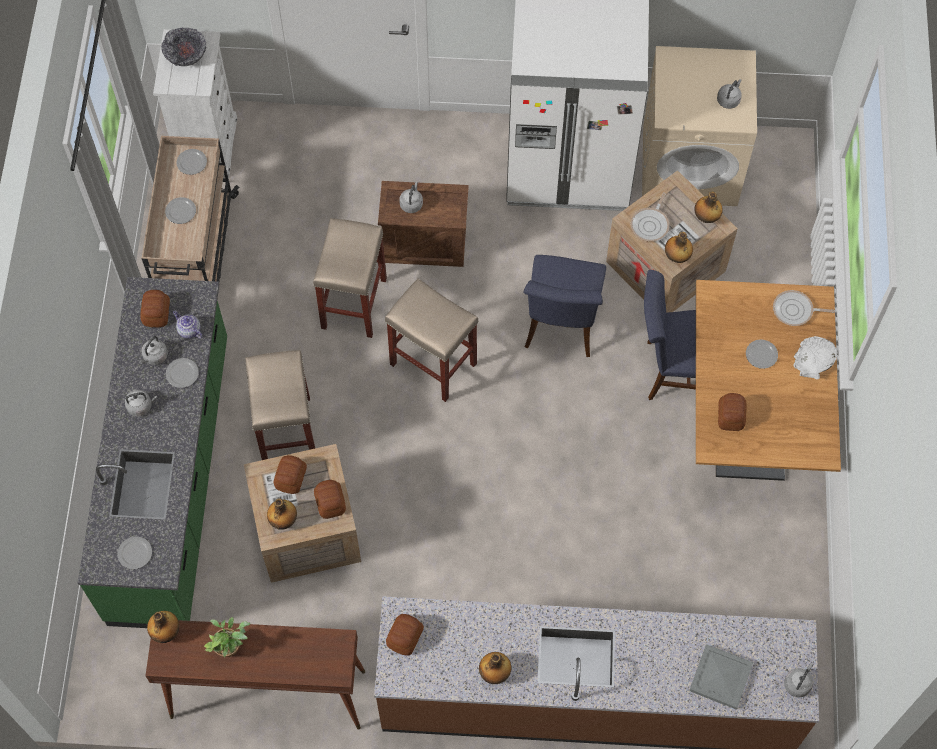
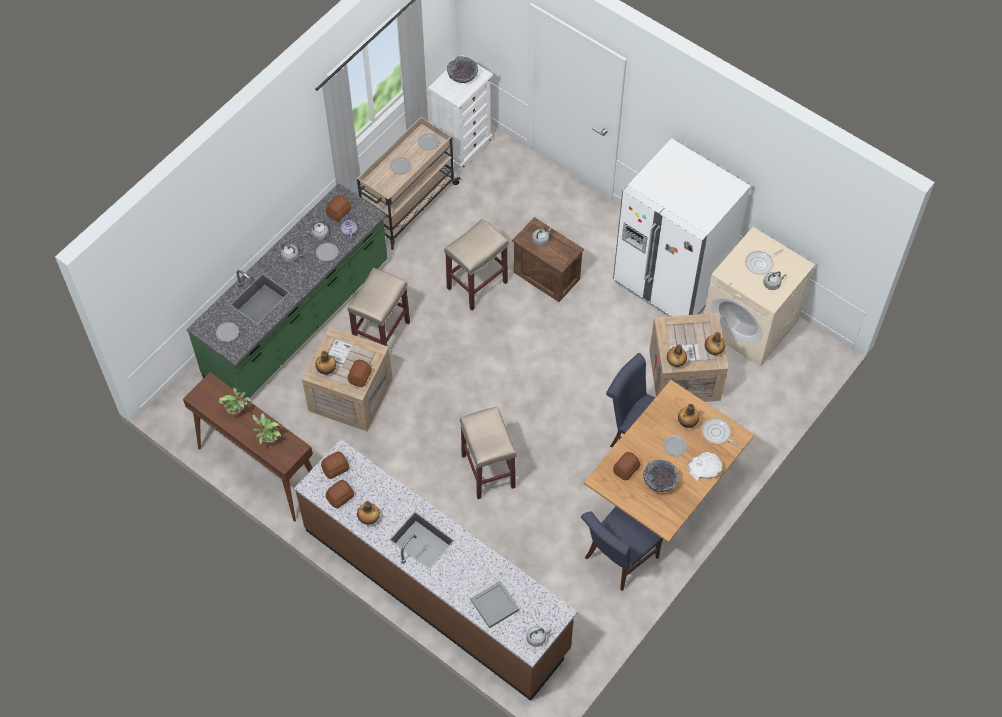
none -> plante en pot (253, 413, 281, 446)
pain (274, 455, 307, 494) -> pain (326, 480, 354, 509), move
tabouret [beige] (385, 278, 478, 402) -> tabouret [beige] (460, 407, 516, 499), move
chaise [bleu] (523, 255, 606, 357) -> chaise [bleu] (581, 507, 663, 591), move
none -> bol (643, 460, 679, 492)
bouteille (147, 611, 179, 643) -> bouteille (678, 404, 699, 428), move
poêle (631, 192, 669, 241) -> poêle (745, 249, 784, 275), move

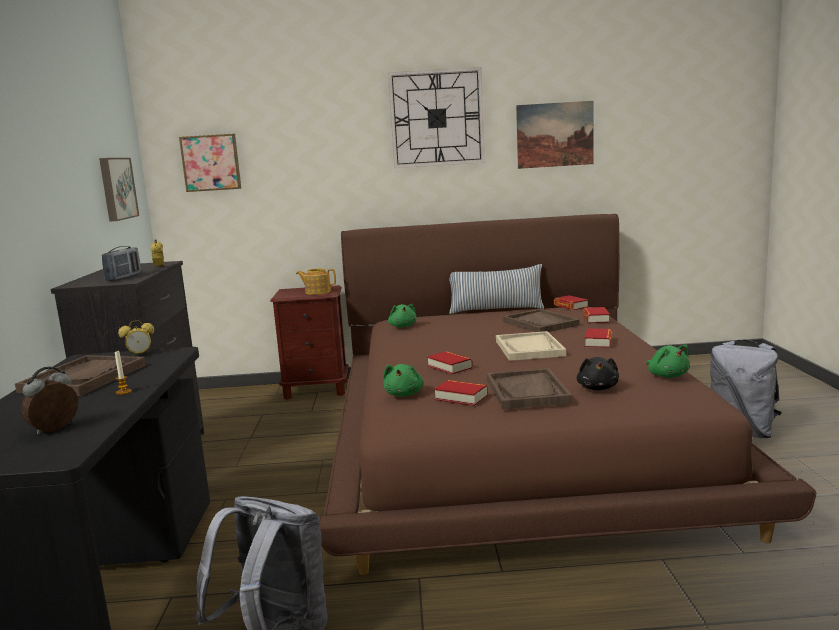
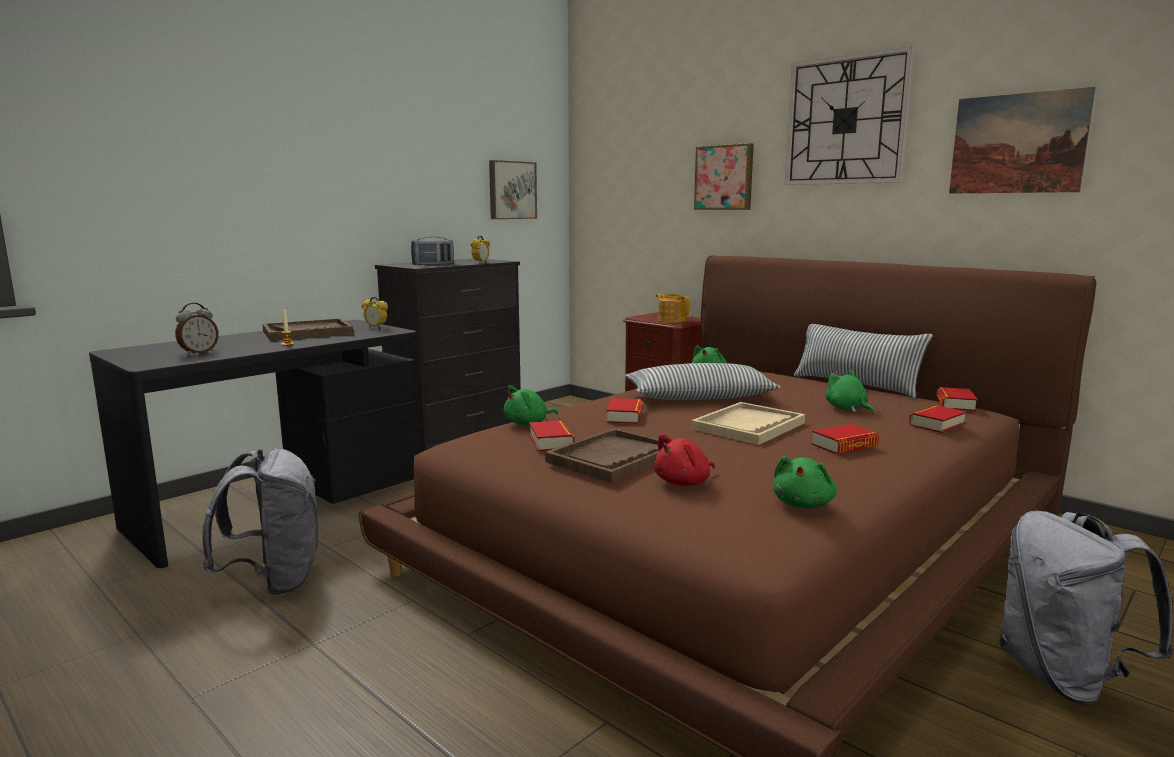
réveil (22, 367, 78, 435) -> réveil (175, 303, 219, 355), 135 degrees clockwise
none -> coussin (625, 363, 781, 400)
peluche [noir] (577, 357, 619, 390) -> peluche [rouge] (654, 434, 715, 486)
tableau (179, 134, 241, 192) -> tableau (694, 143, 754, 210), move
plateau [marron] (503, 309, 580, 332) -> peluche [vert] (825, 370, 875, 414)

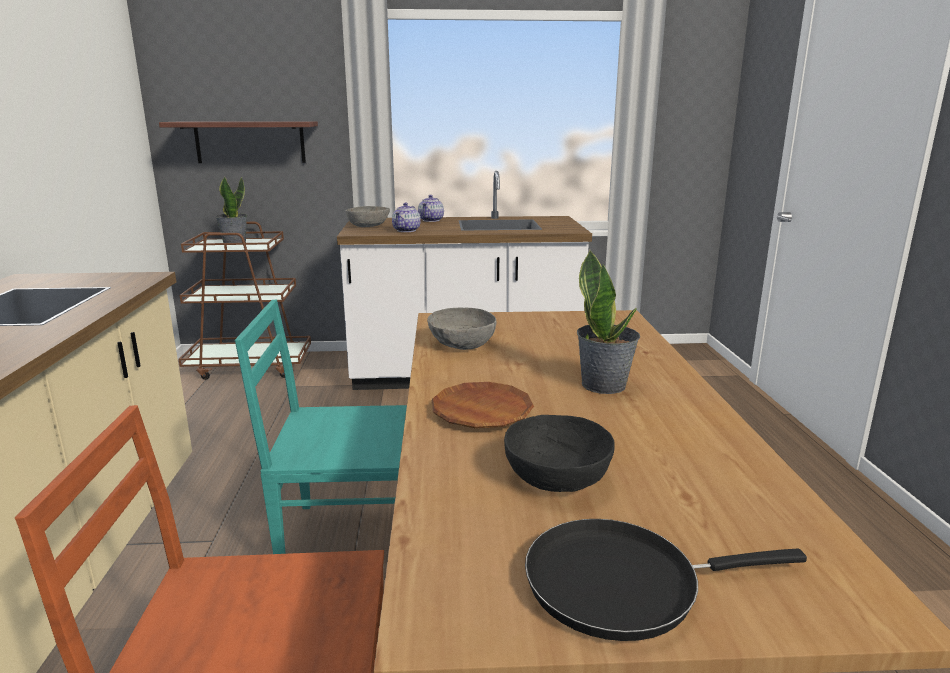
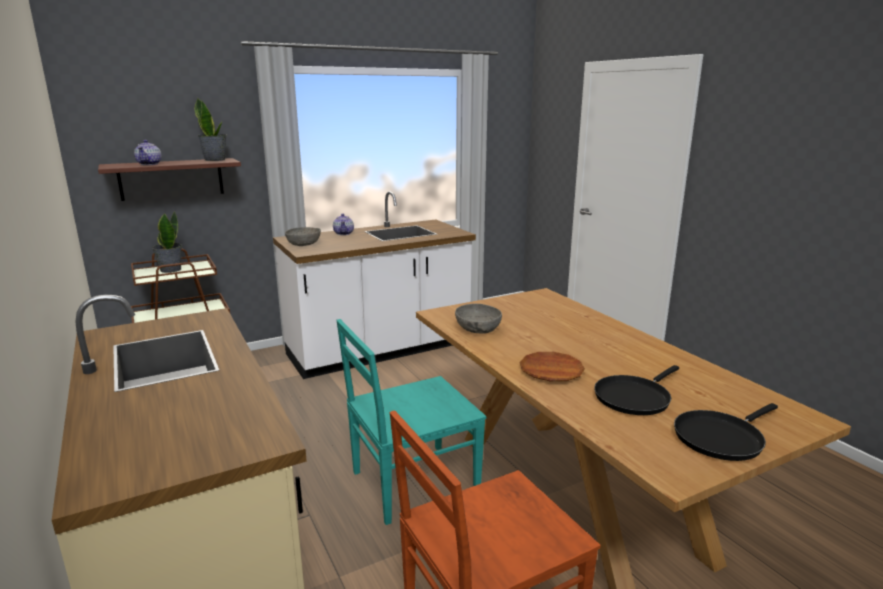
théière (392, 202, 421, 232) -> théière (134, 140, 162, 165), move
plante en pot (577, 250, 640, 394) -> plante en pot (195, 98, 226, 161), move
bol [noir] (504, 415, 615, 492) -> poêle [noir] (594, 365, 679, 415)

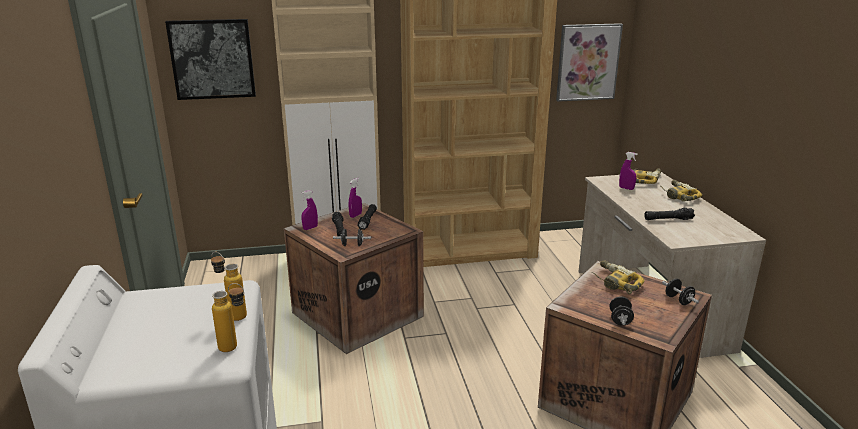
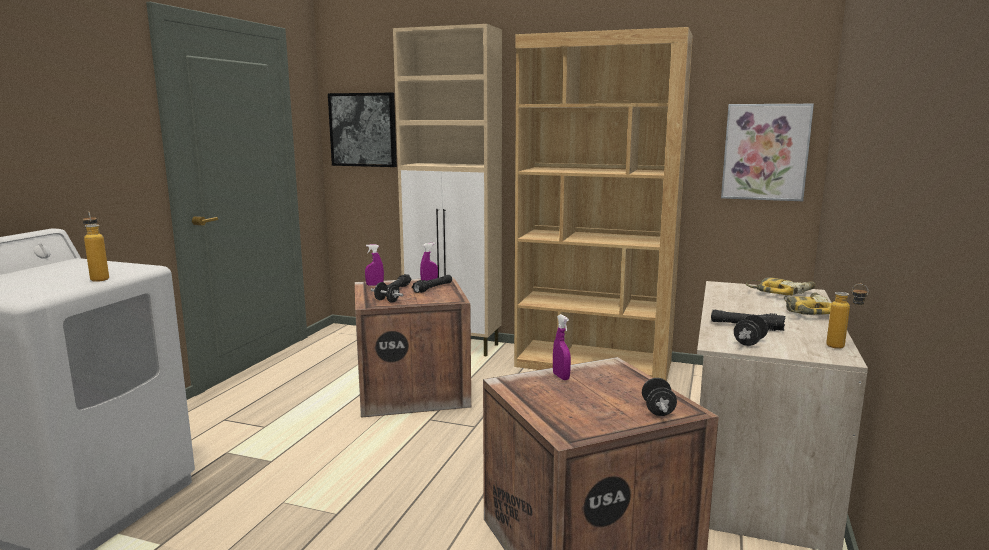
vaporisateur [violet] (619, 152, 638, 190) -> vaporisateur [violet] (553, 314, 571, 380), move
haltère [noir] (609, 297, 634, 325) -> haltère [noir] (734, 315, 768, 346), move
bouteille (212, 283, 244, 352) -> bouteille (826, 284, 868, 349), move
perceuse (592, 260, 644, 294) -> none

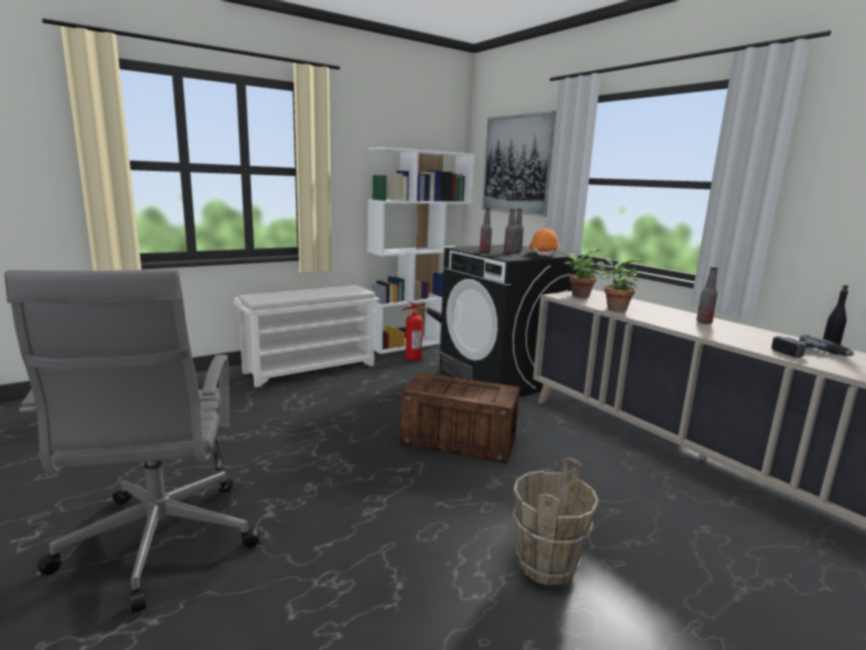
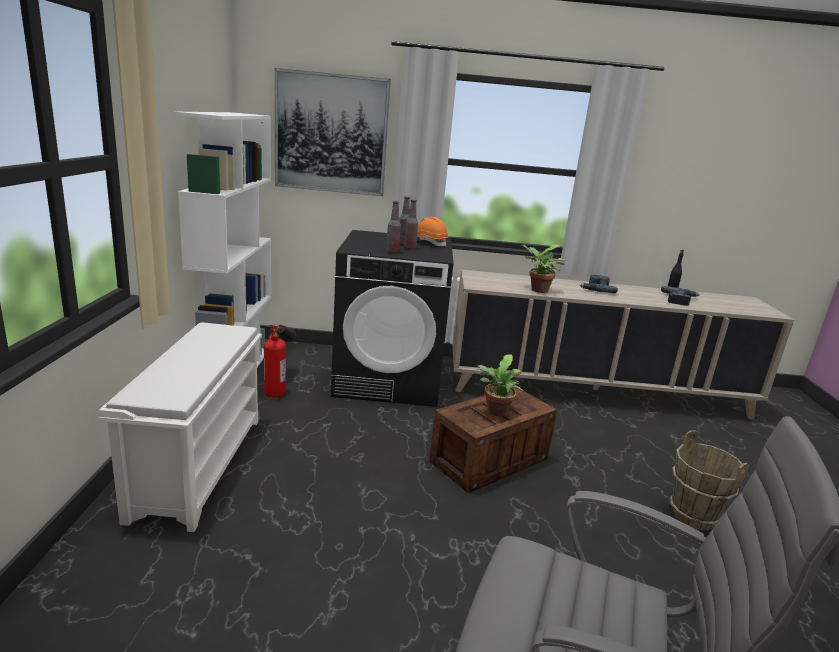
plante en pot (559, 249, 606, 298) -> plante en pot (476, 354, 524, 417), move
bouteille (696, 267, 718, 324) -> perceuse (579, 275, 618, 293)

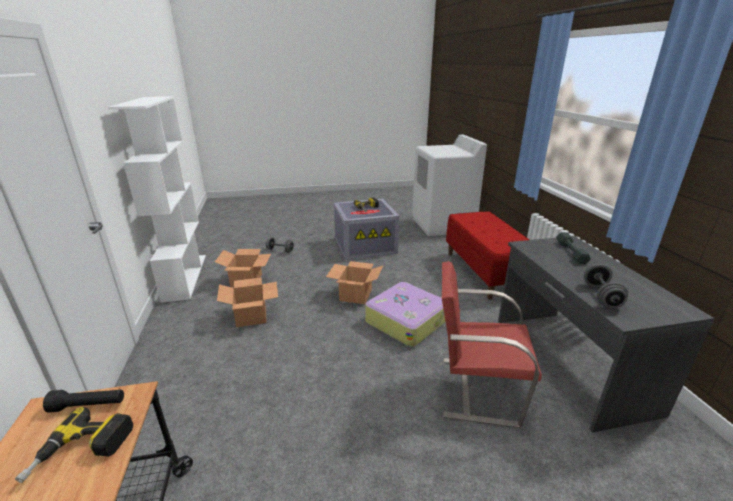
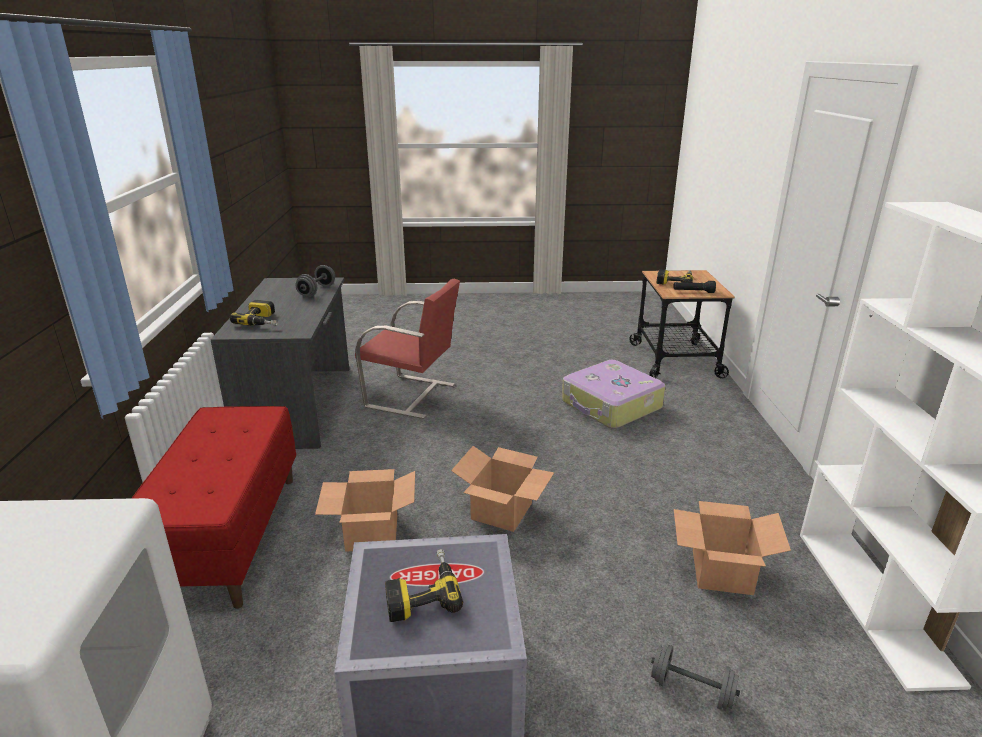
haltère [gris] (556, 232, 591, 264) -> perceuse (230, 300, 278, 326)
carton (217, 278, 278, 327) -> carton (315, 469, 415, 552), move
valise (365, 282, 445, 347) -> valise (562, 360, 666, 428), move

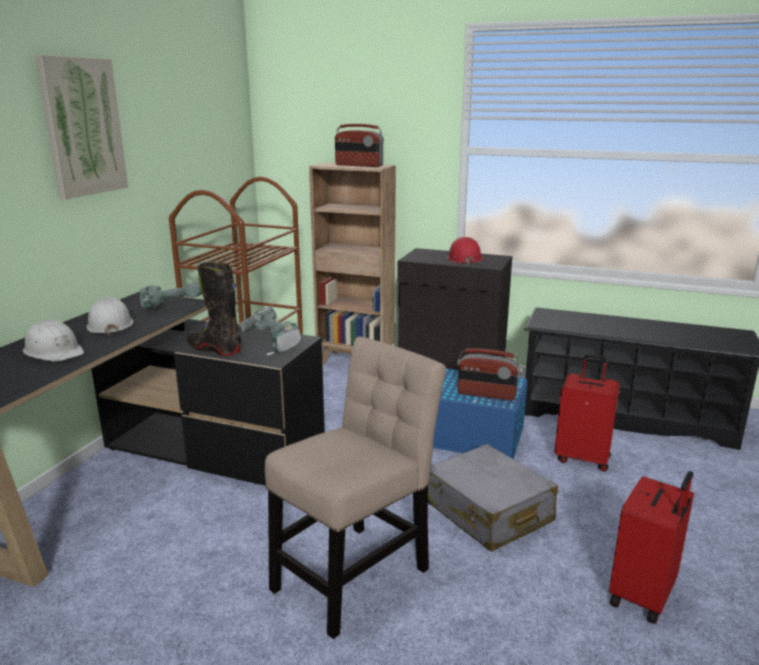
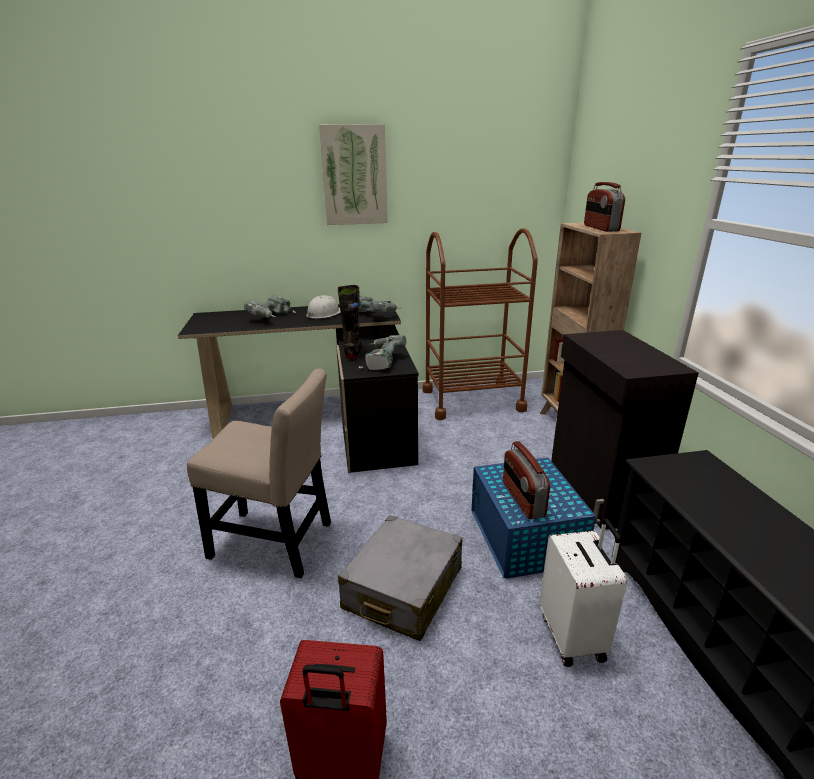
casque de chantier [blanc] (23, 320, 84, 362) -> perceuse (244, 295, 296, 318)
valise [rouge] (555, 354, 620, 472) -> valise [blanc] (540, 519, 627, 667)
casque de chantier [rouge] (447, 237, 483, 265) -> none

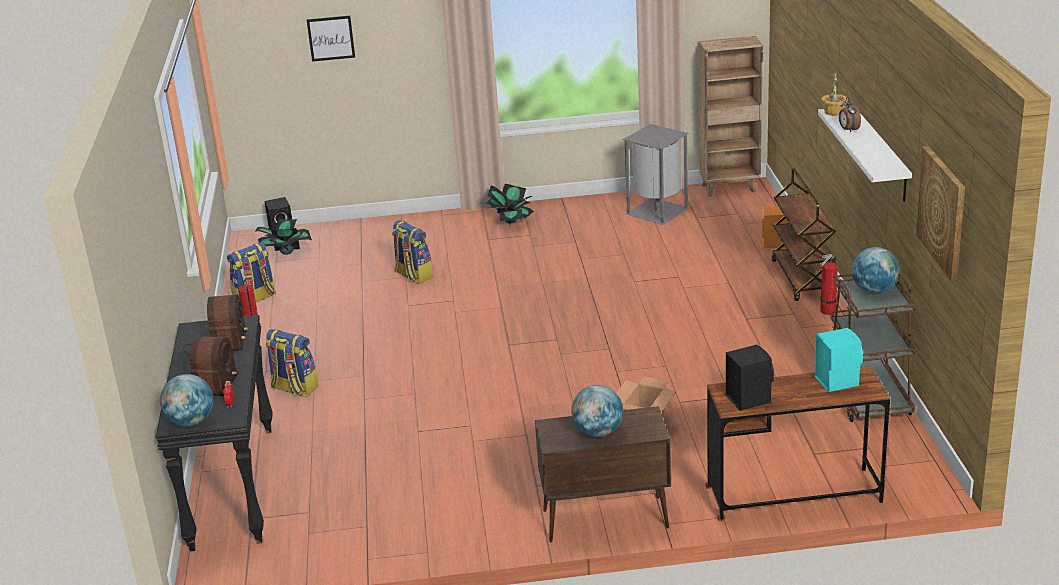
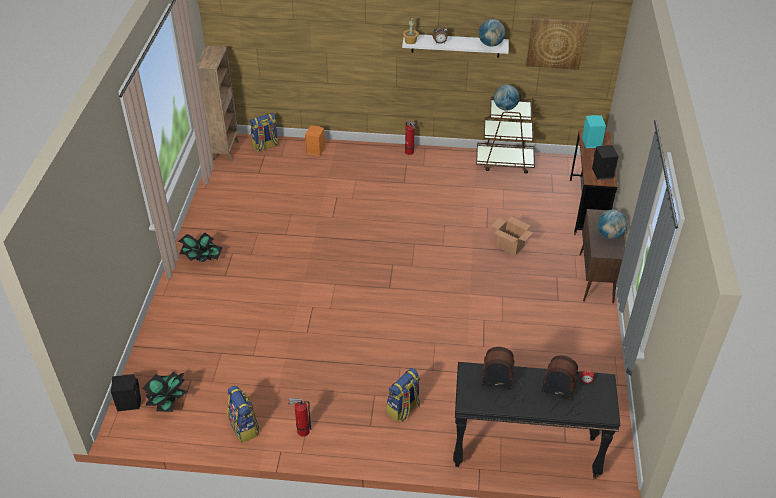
sac à dos (392, 220, 433, 284) -> sac à dos (250, 113, 279, 152), move
globe (160, 374, 213, 426) -> globe (478, 19, 505, 47), move
tableau (307, 16, 355, 62) -> none
poubelle [gris] (623, 124, 689, 225) -> none
chariot [marron] (772, 168, 836, 301) -> none

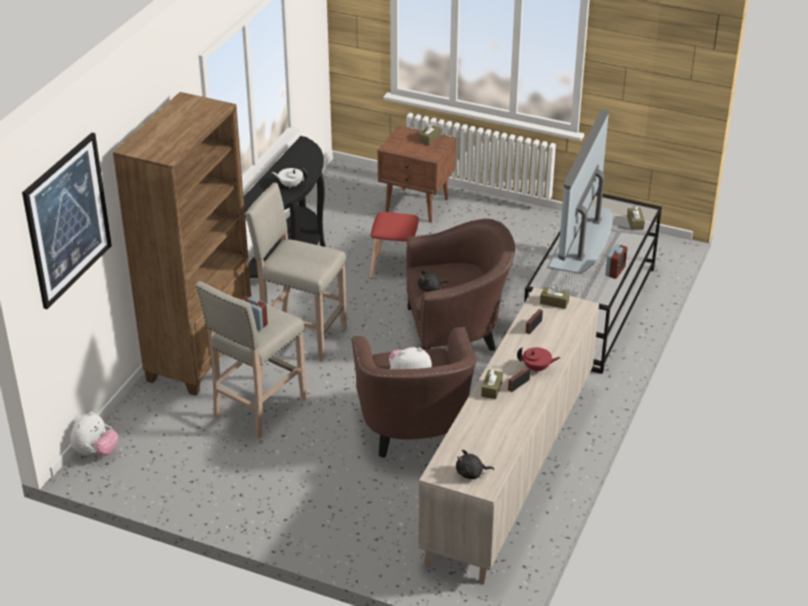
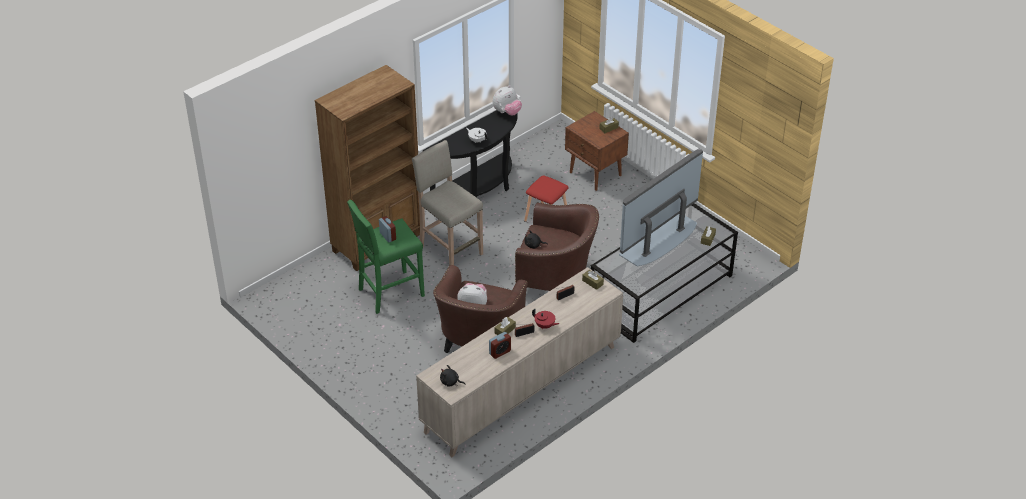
tabouret [beige] (196, 281, 307, 439) -> tabouret [vert] (347, 200, 425, 314)
réveil (605, 244, 627, 279) -> réveil (489, 332, 511, 359), move
peluche (70, 411, 118, 456) -> peluche (493, 85, 522, 115), move
tableau (22, 133, 112, 309) -> none

